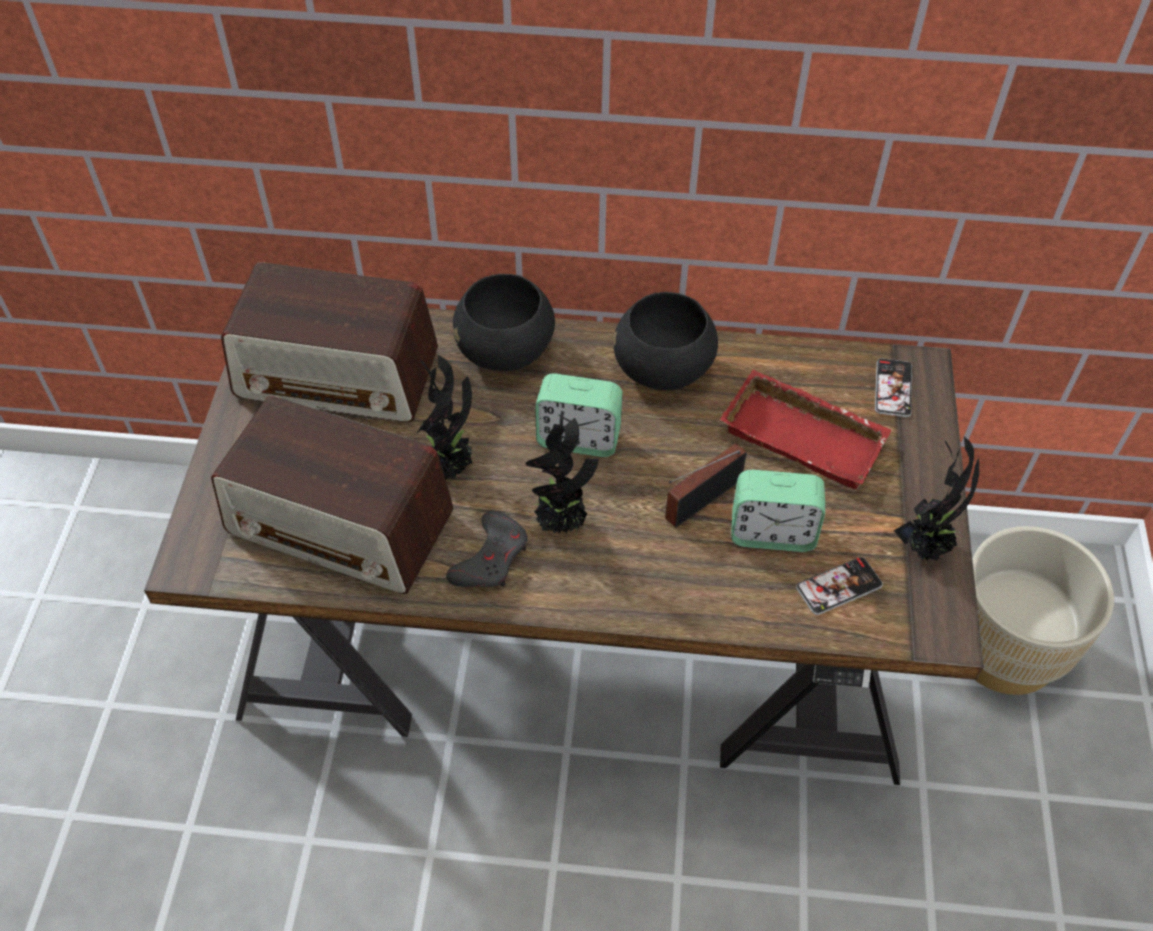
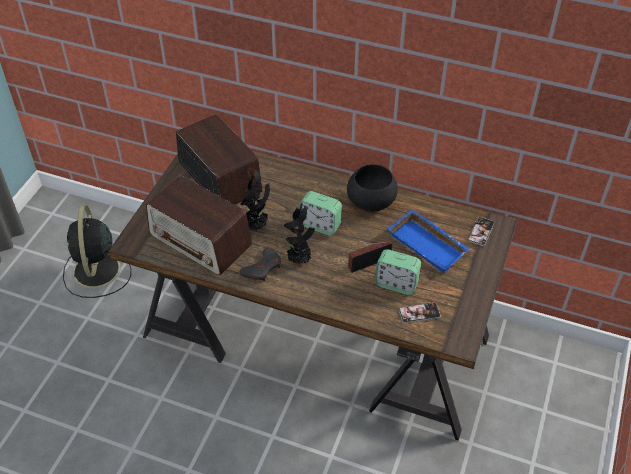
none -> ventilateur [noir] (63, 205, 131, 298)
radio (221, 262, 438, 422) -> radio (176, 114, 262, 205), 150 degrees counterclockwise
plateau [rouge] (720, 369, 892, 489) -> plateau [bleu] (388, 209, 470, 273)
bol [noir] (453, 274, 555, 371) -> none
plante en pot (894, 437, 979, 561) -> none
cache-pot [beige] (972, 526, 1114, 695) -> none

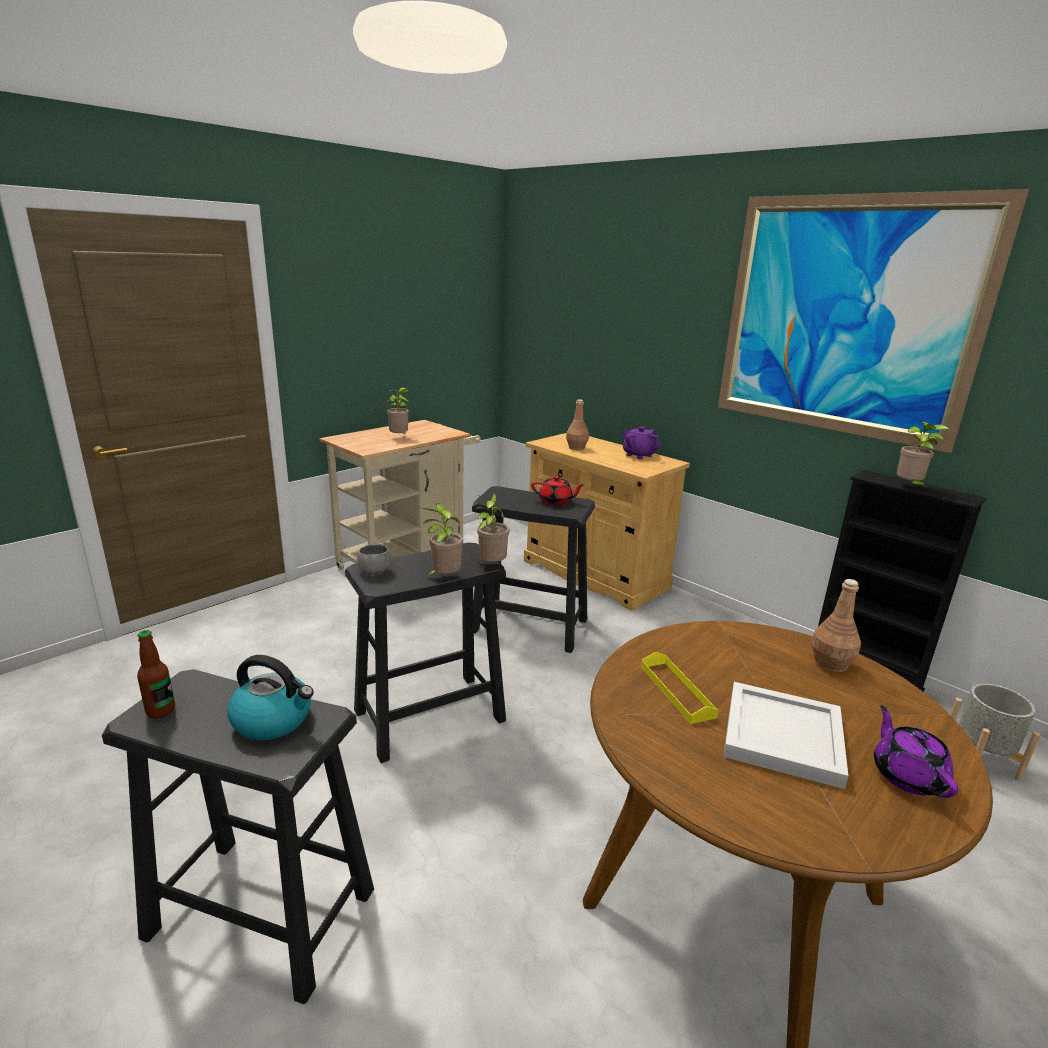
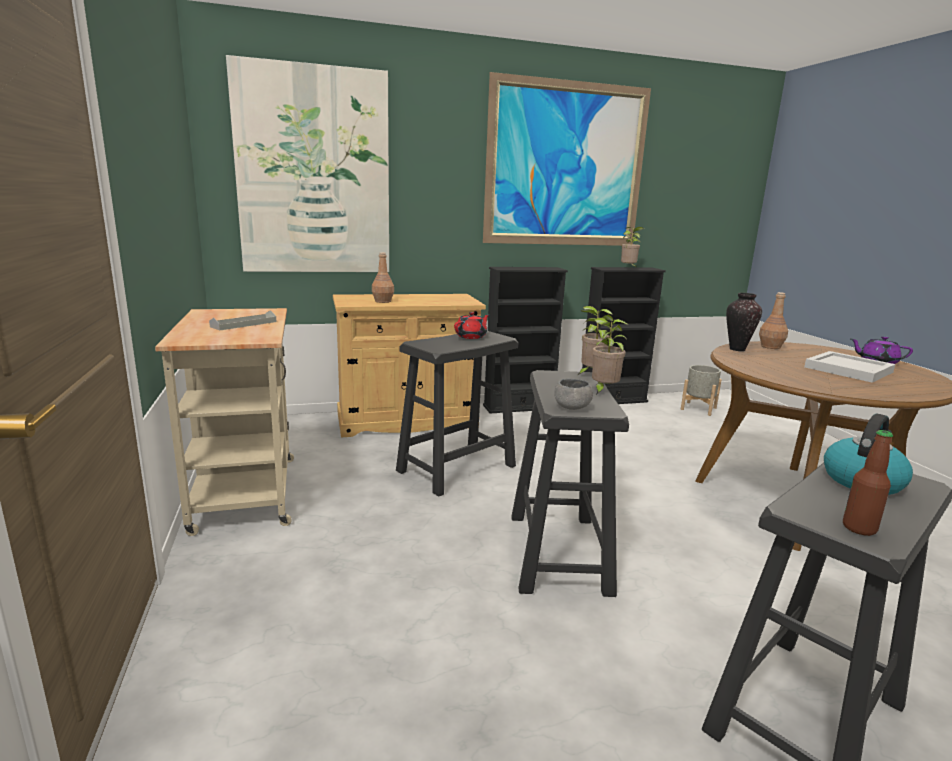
plante en pot (387, 388, 409, 435) -> plateau [gris] (209, 310, 277, 330)
none -> tableau (226, 55, 389, 272)
none -> bibliothèque [noir] (483, 267, 568, 414)
none -> vase (726, 293, 762, 351)
théière [violet] (622, 427, 660, 459) -> none
plateau [jaune] (641, 652, 719, 724) -> none

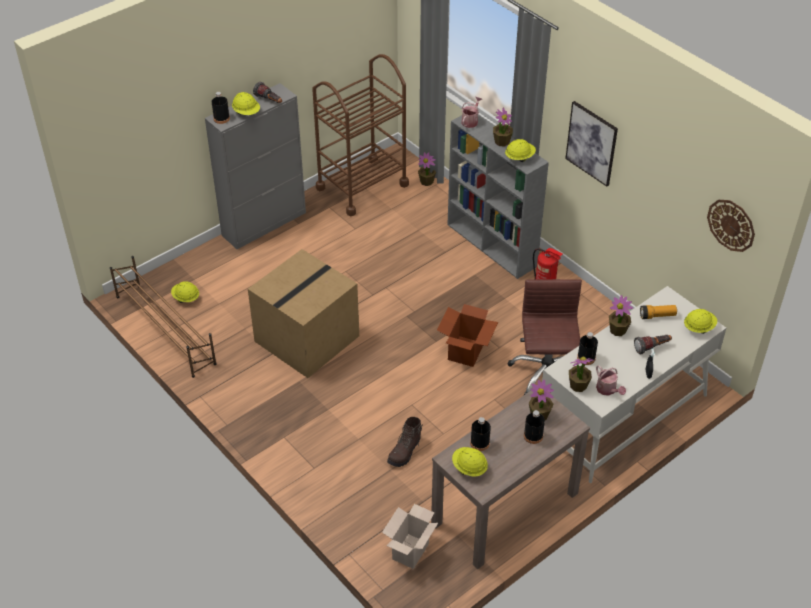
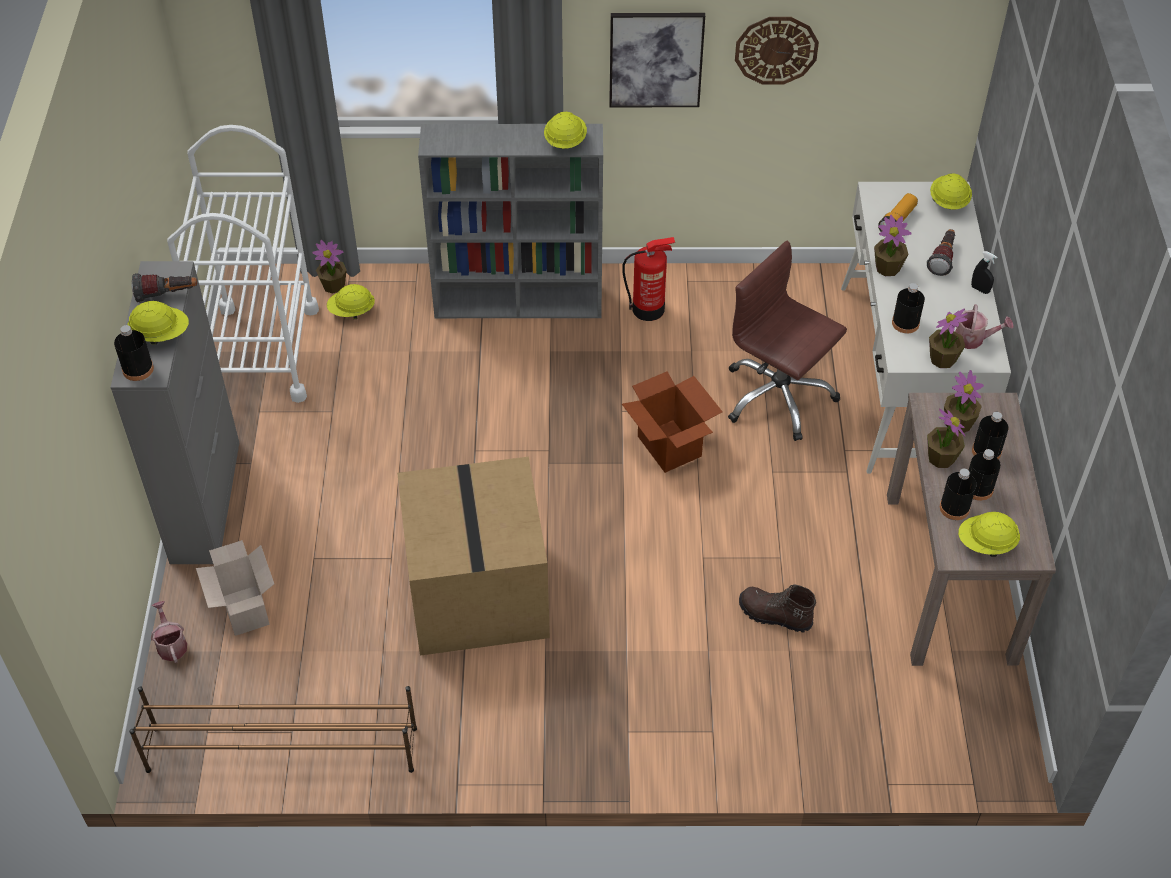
arrosoir (461, 97, 482, 128) -> arrosoir (151, 601, 187, 663), move
chariot [marron] (312, 54, 409, 217) -> chariot [blanc] (167, 125, 319, 403)
carton (382, 504, 438, 569) -> carton (196, 540, 274, 636), move
casque de chantier [jaune] (171, 281, 199, 303) -> casque de chantier [jaune] (327, 284, 375, 319), move
horloge murale (707, 200, 755, 252) -> horloge murale (735, 17, 819, 85), move
botte [marron] (387, 417, 423, 467) -> botte [marron] (739, 584, 816, 632), 135 degrees clockwise
plante en pot (493, 108, 513, 147) -> plante en pot (927, 408, 965, 468), move
none -> bouteille [noir] (969, 449, 1001, 501)

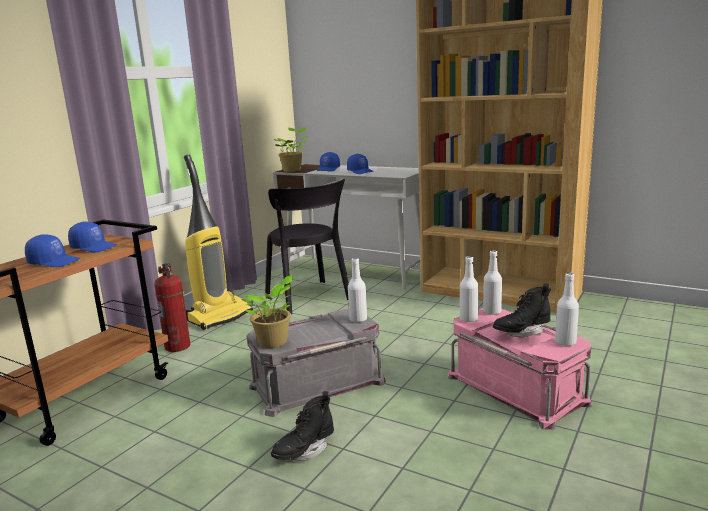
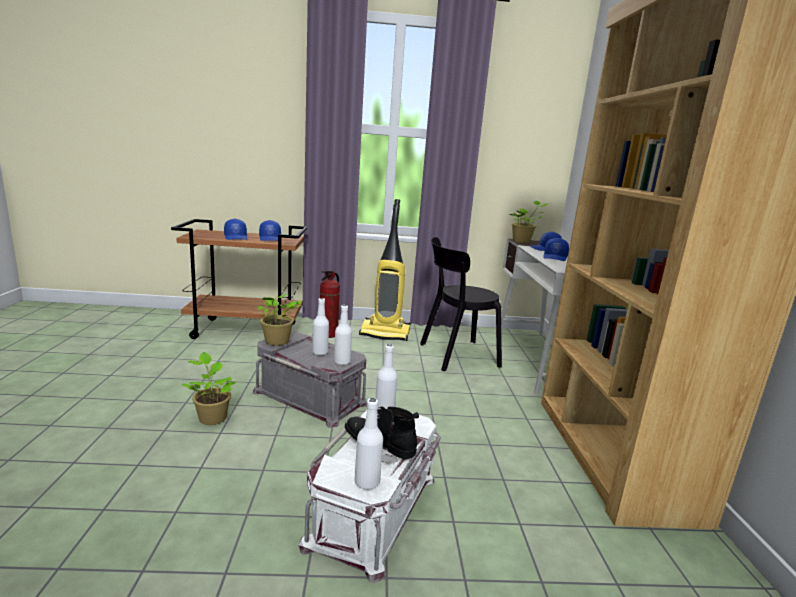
botte [noir] (271, 391, 334, 461) -> plante en pot (181, 352, 237, 425)
boîte de rangement [rose] (448, 308, 593, 430) -> boîte de rangement [blanc] (298, 410, 441, 583)
bouteille [blanc] (483, 250, 502, 315) -> bouteille [blanc] (312, 298, 329, 355), move
chaise [noir] (265, 179, 349, 314) -> chaise [noir] (420, 237, 502, 371), 45 degrees clockwise

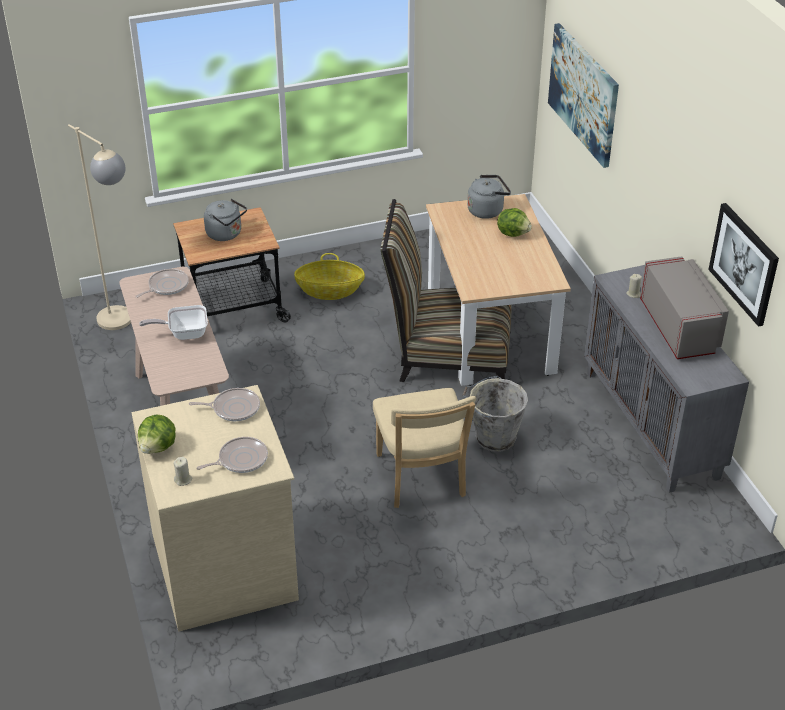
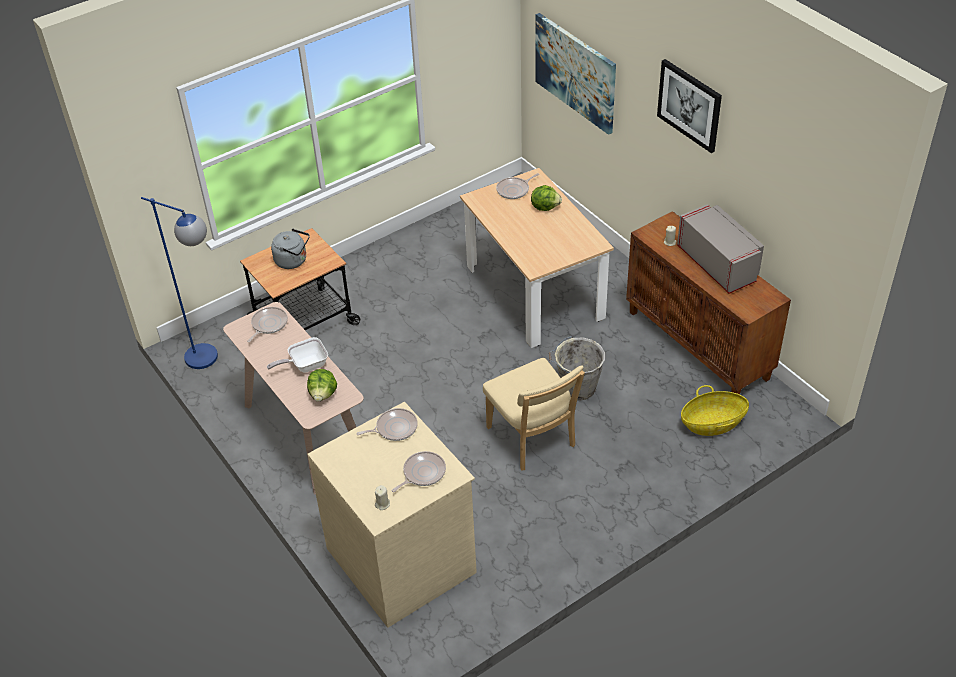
lampadaire [beige] (68, 124, 131, 330) -> lampadaire [bleu] (141, 197, 218, 369)
laitue (138, 415, 176, 454) -> laitue (307, 369, 337, 402), move
bouilloire [gris] (467, 175, 511, 219) -> poêle (496, 173, 539, 199)
meuble de rangement [gris] (584, 265, 749, 493) -> meuble de rangement [marron] (626, 211, 791, 395)
tableau (708, 203, 779, 327) -> tableau (657, 59, 722, 153), move
panier (294, 253, 365, 300) -> panier (681, 385, 749, 436), move
chaise (381, 199, 512, 382) -> none

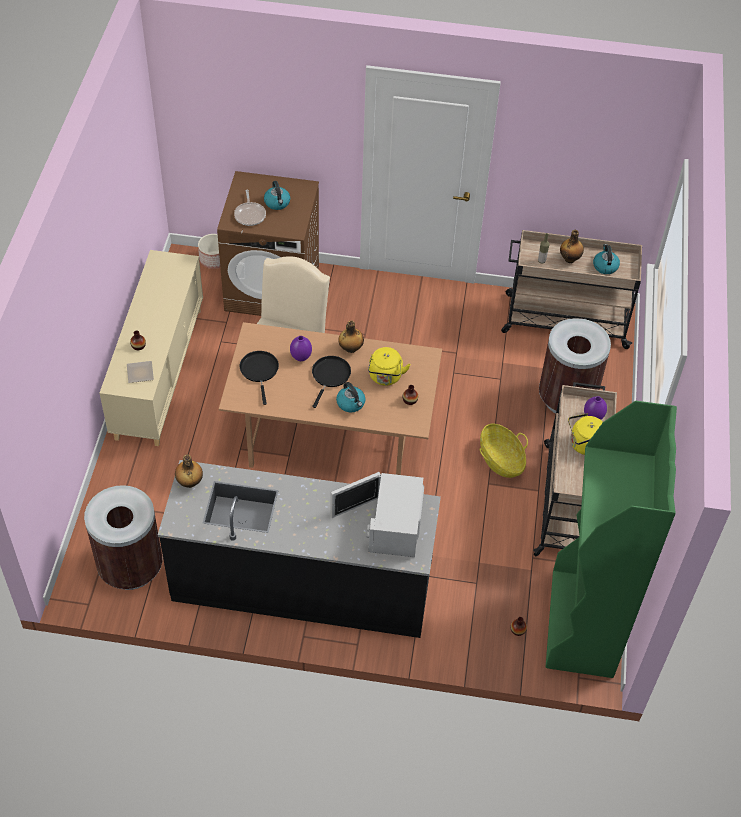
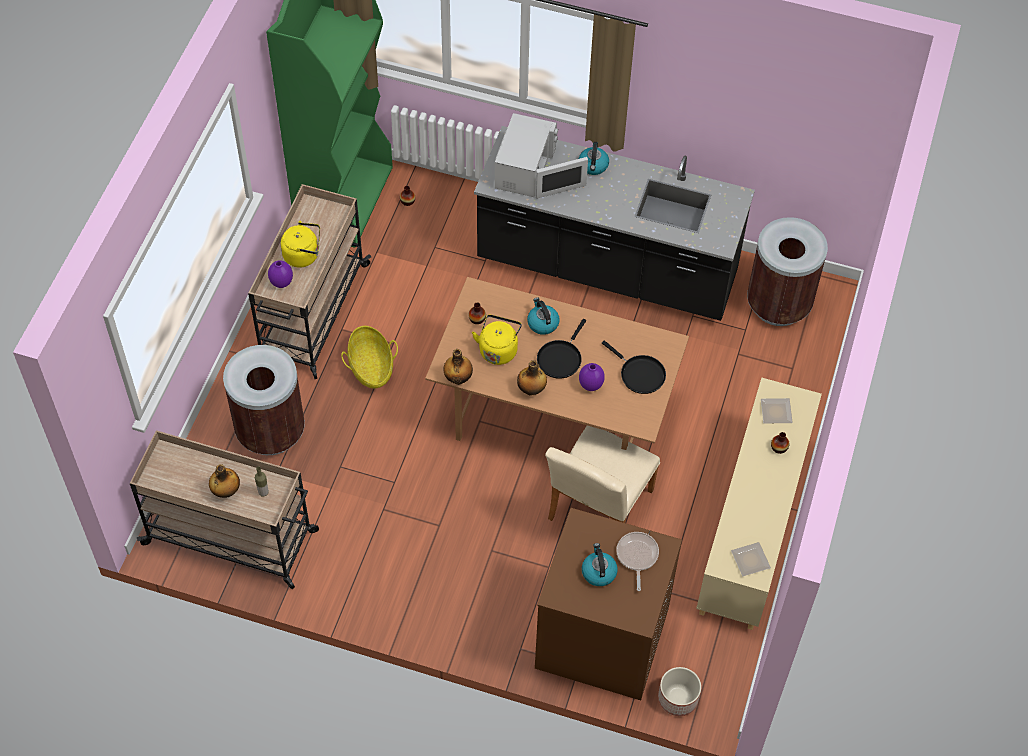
bouteille (175, 454, 203, 488) -> bouteille (443, 349, 473, 385), move
bouilloire (593, 244, 620, 274) -> bouilloire (579, 142, 609, 175), move
poêle [noir] (240, 351, 279, 405) -> poêle [noir] (602, 341, 666, 394), 45 degrees counterclockwise
none -> assiette (731, 542, 771, 576)

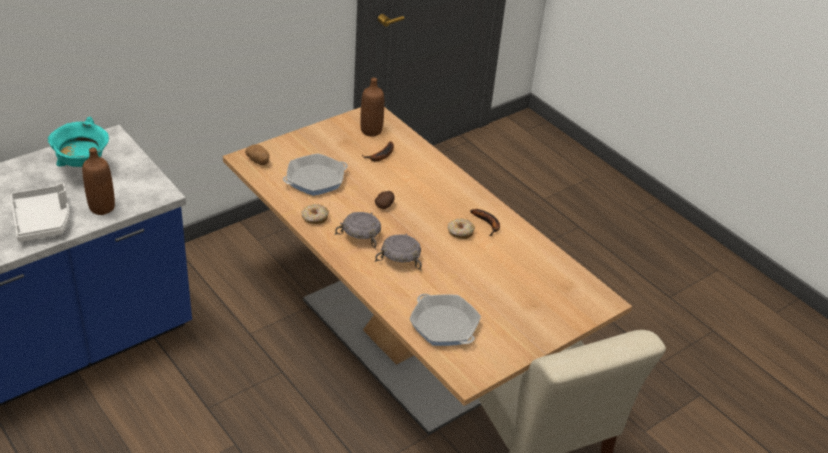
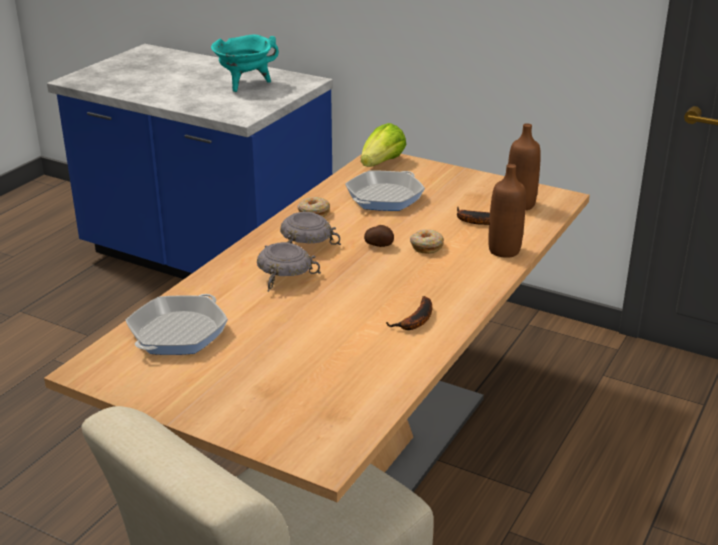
poêle (283, 153, 348, 196) -> poêle (345, 171, 425, 211), 90 degrees clockwise
pomme de terre (245, 144, 269, 165) -> laitue (361, 123, 406, 167)
beignet (448, 218, 475, 239) -> beignet (410, 229, 444, 254), move
bouteille [marron] (82, 147, 115, 215) -> bouteille [marron] (488, 164, 526, 258), move
plateau [blanc] (11, 183, 70, 242) -> none

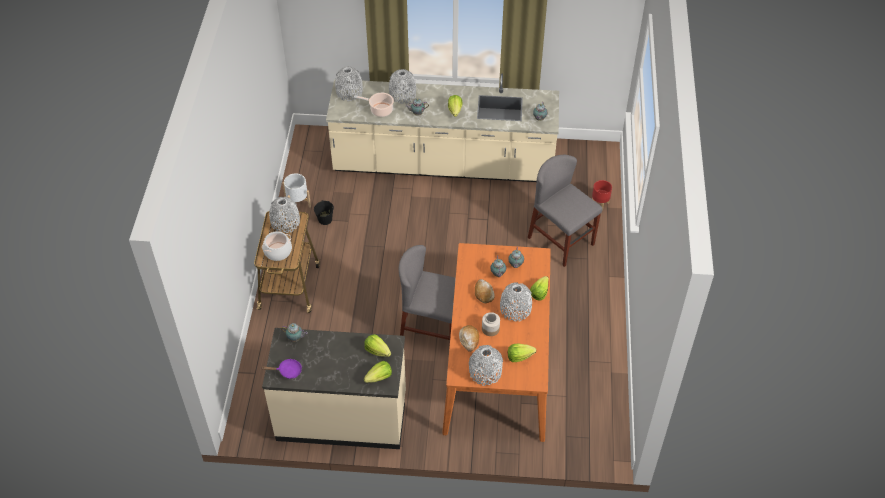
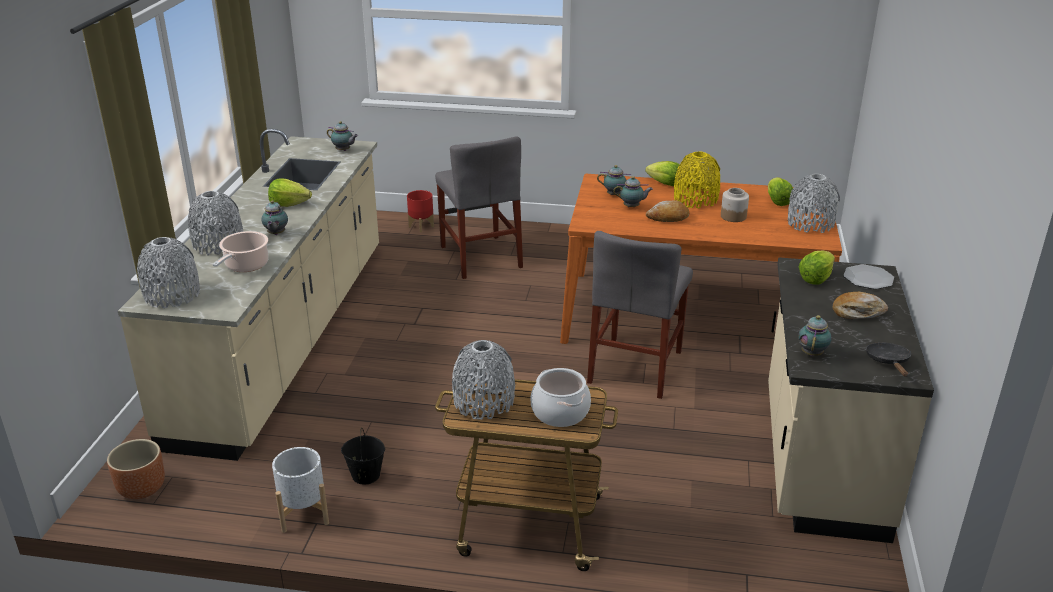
none -> cache-pot [marron] (107, 439, 165, 499)
chaise [gris] (528, 155, 603, 267) -> chaise [gris] (435, 136, 523, 279), 75 degrees counterclockwise
vase [gris] (500, 282, 532, 321) -> vase [jaune] (674, 151, 720, 208)
pain (459, 325, 479, 352) -> pain (832, 292, 888, 319), move
laitue (364, 361, 392, 383) -> assiette (843, 264, 894, 289)
poêle [violet] (262, 359, 302, 379) -> poêle [noir] (866, 342, 911, 377)

